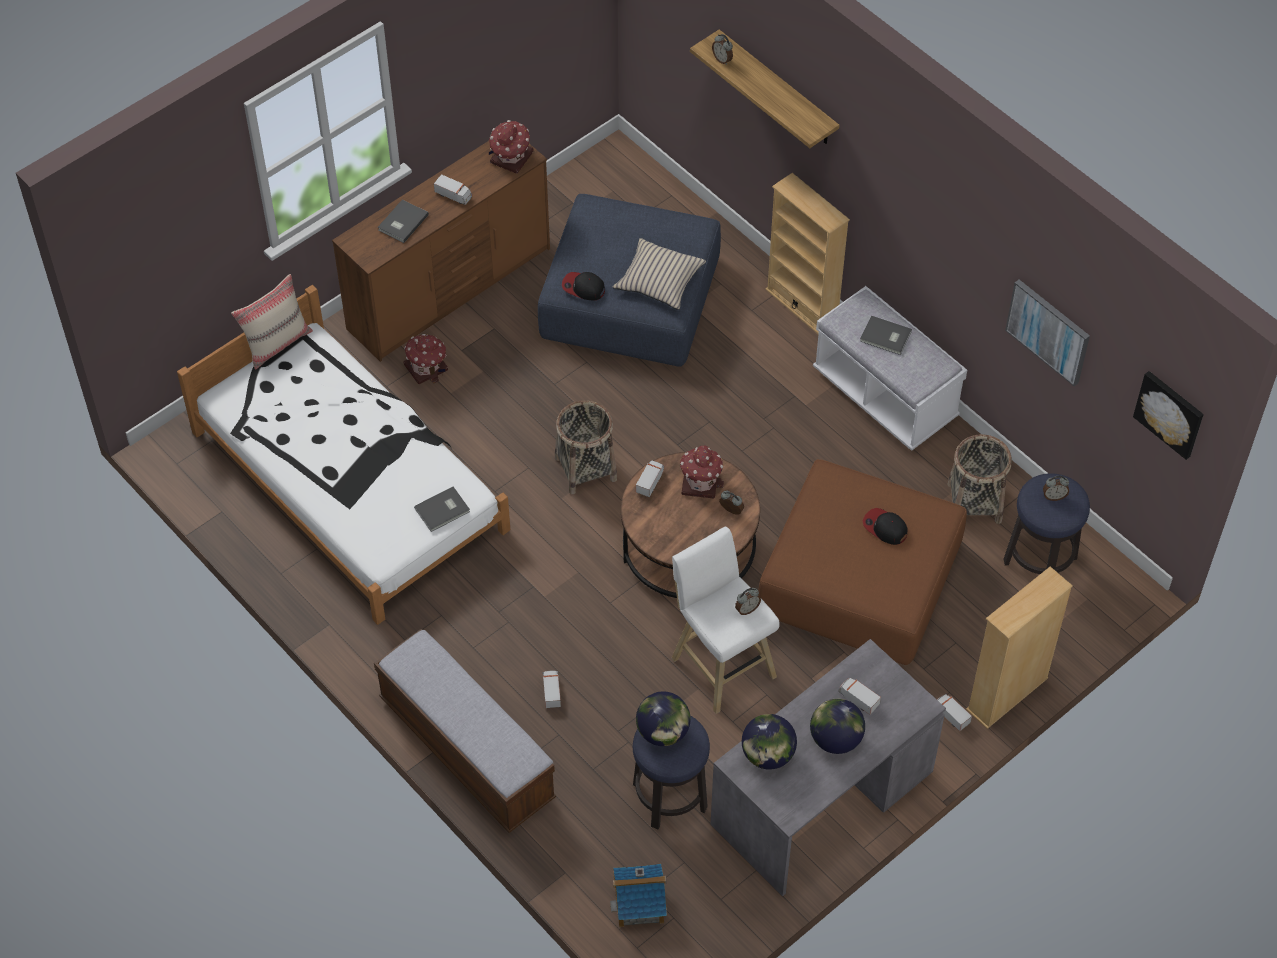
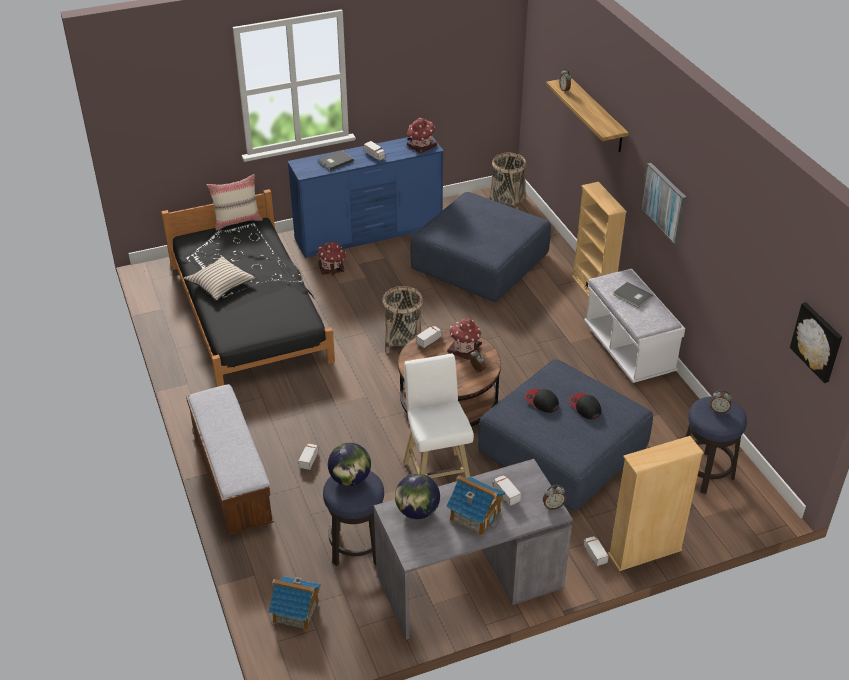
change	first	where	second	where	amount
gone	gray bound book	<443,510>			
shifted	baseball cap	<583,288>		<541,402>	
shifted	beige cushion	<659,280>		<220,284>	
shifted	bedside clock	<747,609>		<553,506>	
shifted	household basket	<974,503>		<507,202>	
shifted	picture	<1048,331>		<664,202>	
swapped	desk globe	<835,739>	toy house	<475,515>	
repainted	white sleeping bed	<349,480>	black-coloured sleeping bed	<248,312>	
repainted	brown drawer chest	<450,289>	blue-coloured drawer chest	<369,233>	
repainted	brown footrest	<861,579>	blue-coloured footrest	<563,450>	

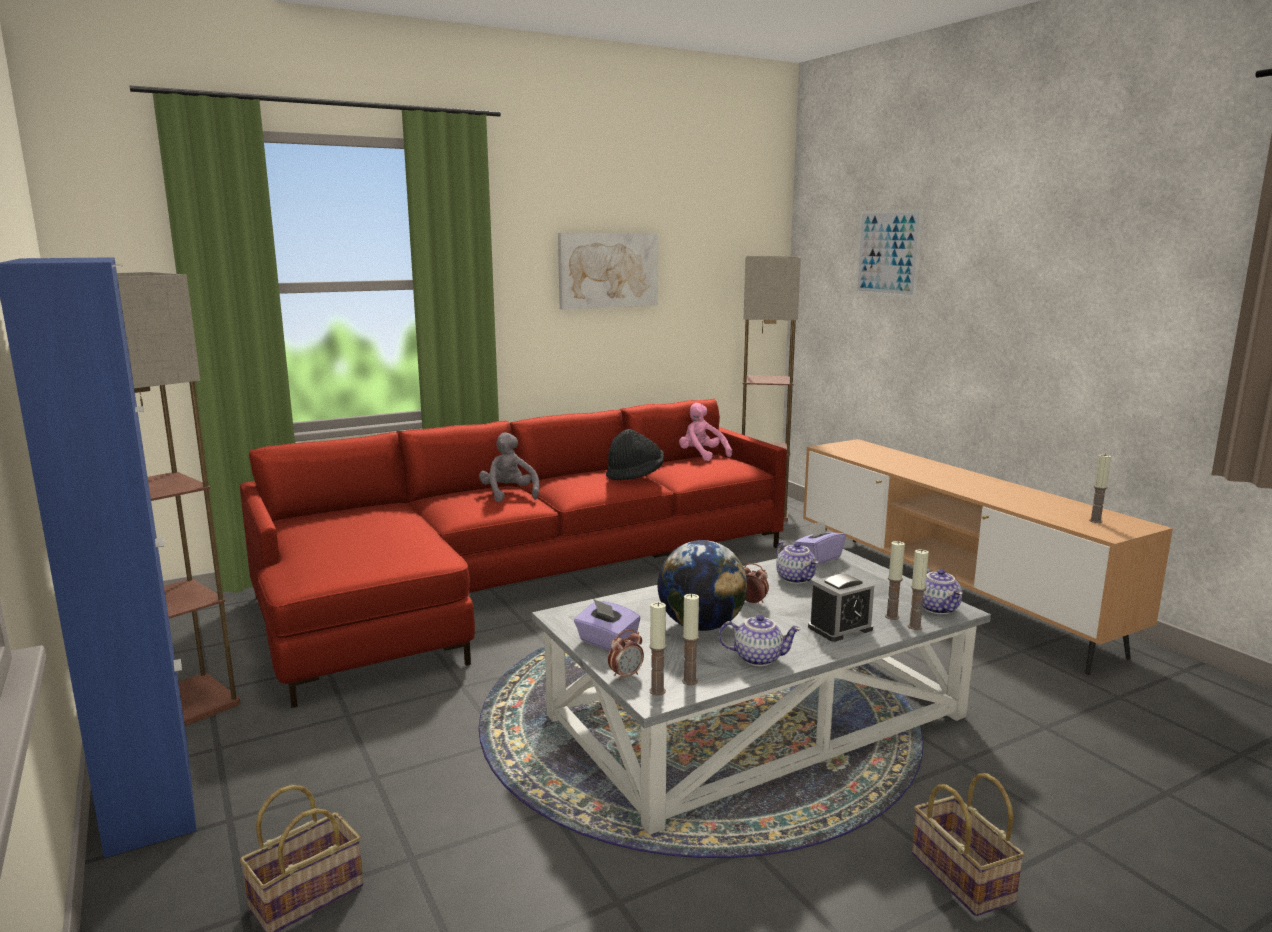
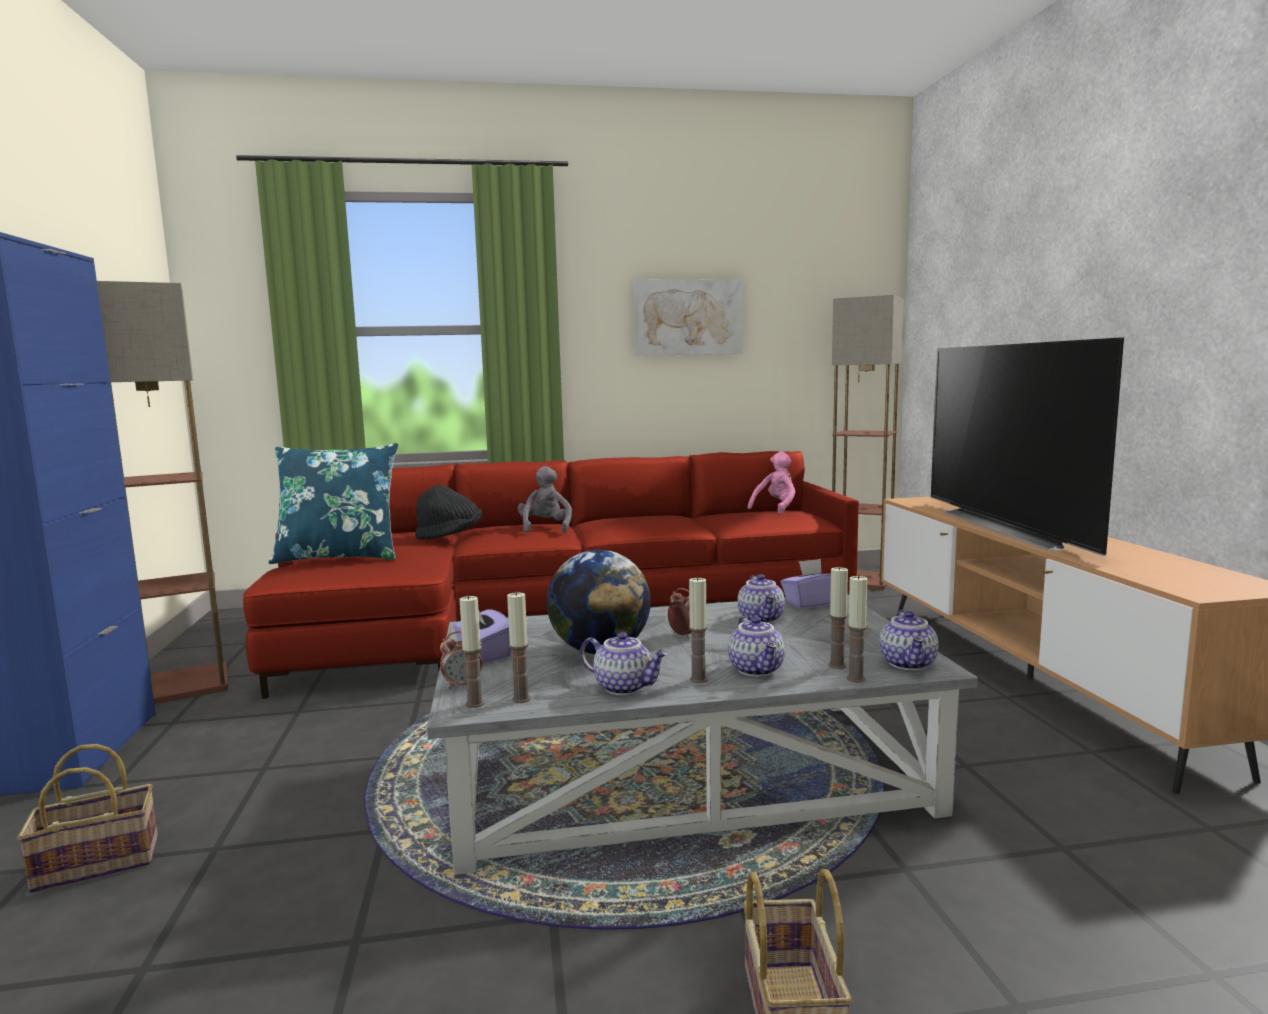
change	first	where	second	where	amount
gone	picture	<887,253>			
new			blue-coloured cushion	<339,557>	
new			TV	<1013,527>	
shifted	black-coloured clothing hat	<635,475>		<450,536>	
shifted	candle	<1095,521>		<698,679>	
swapped	bedside clock	<840,628>	teapot	<757,670>	
rotated	pink cuddly toy	<701,455>		<775,508>	60 degrees clockwise

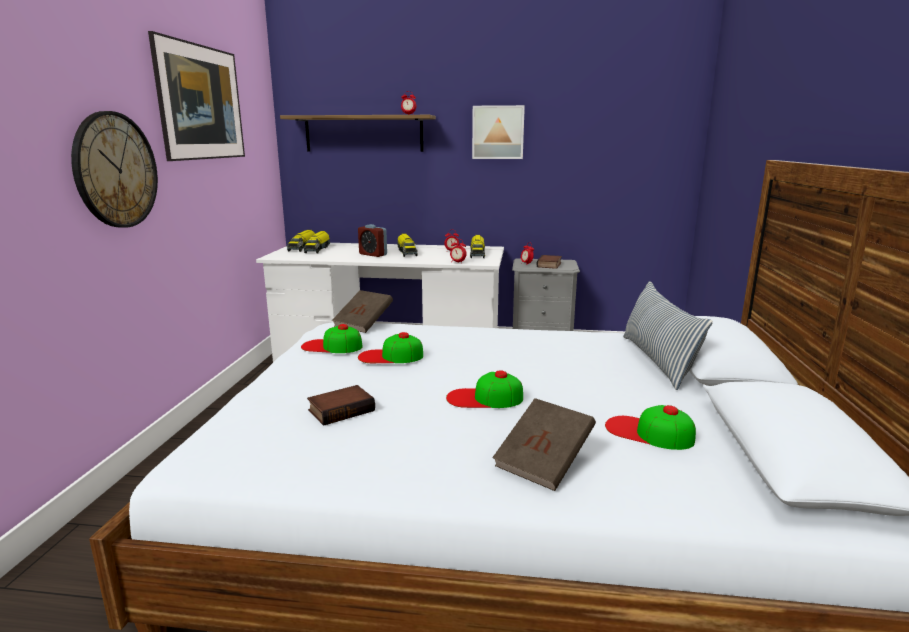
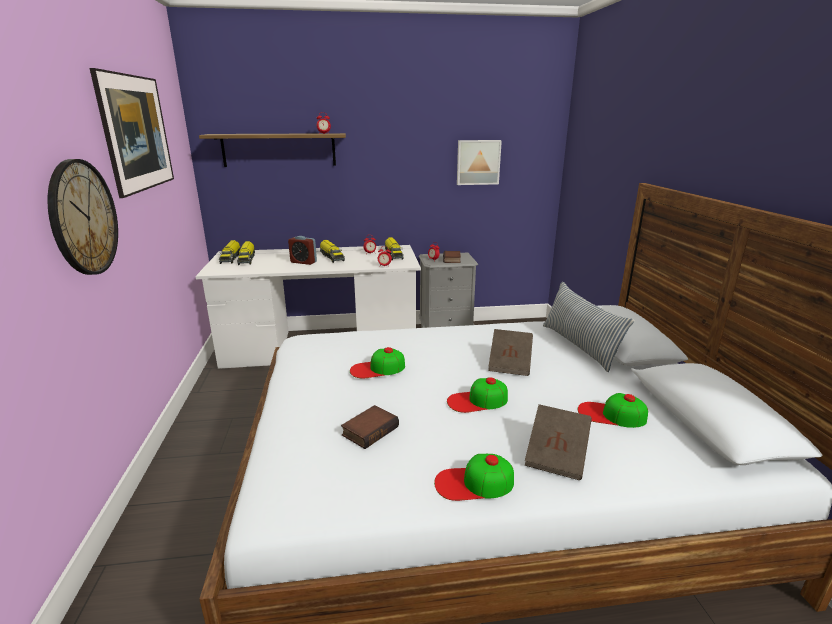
change	first	where	second	where	amount
shifted	baseball cap	<331,346>		<474,483>	
shifted	brown bound book	<363,324>		<510,363>	
shifted	picture	<498,132>		<478,162>	

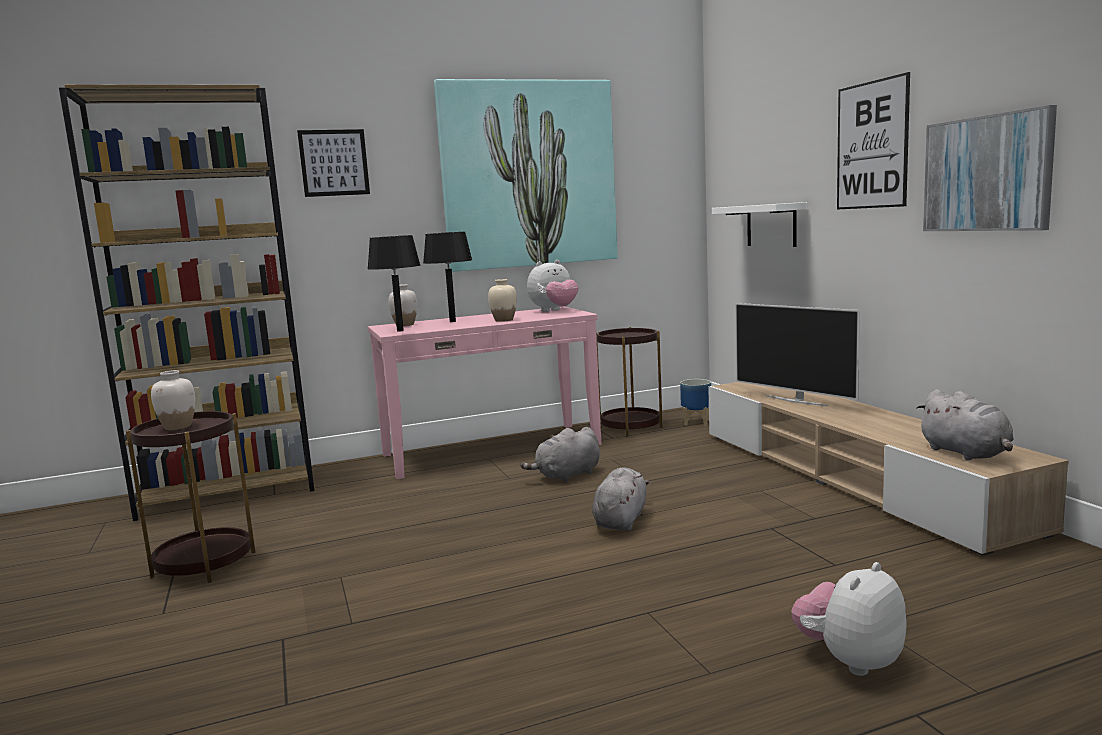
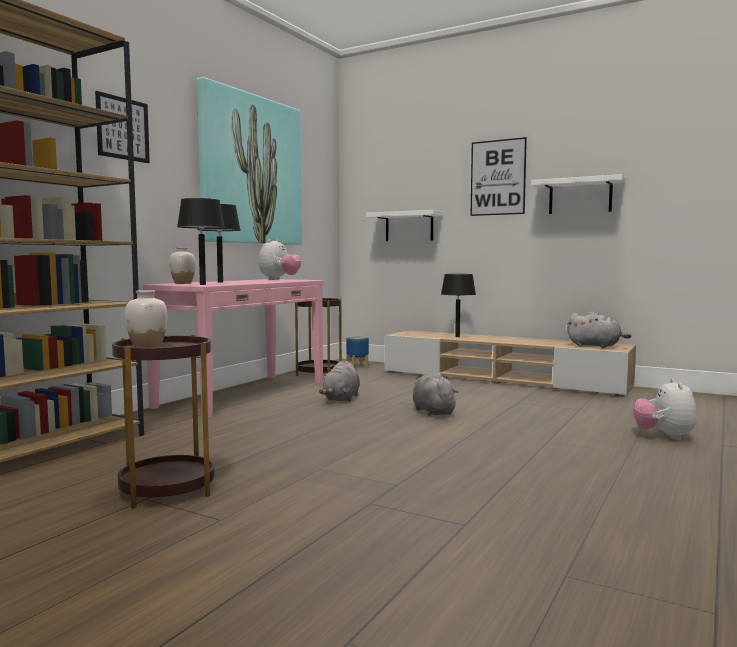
change	first	where	second	where	amount
gone	beige vase	<504,320>			
swapped	TV	<796,400>	black-coloured lamp for a table	<457,337>	
swapped	picture	<987,174>	white wall shelf	<580,196>	

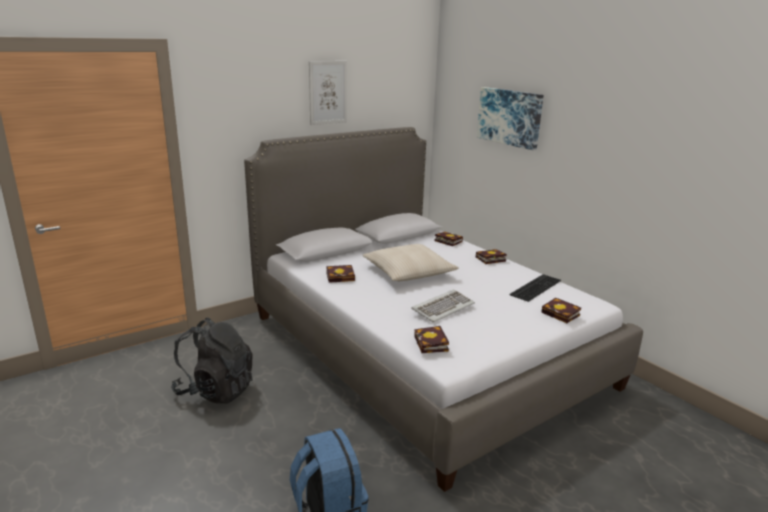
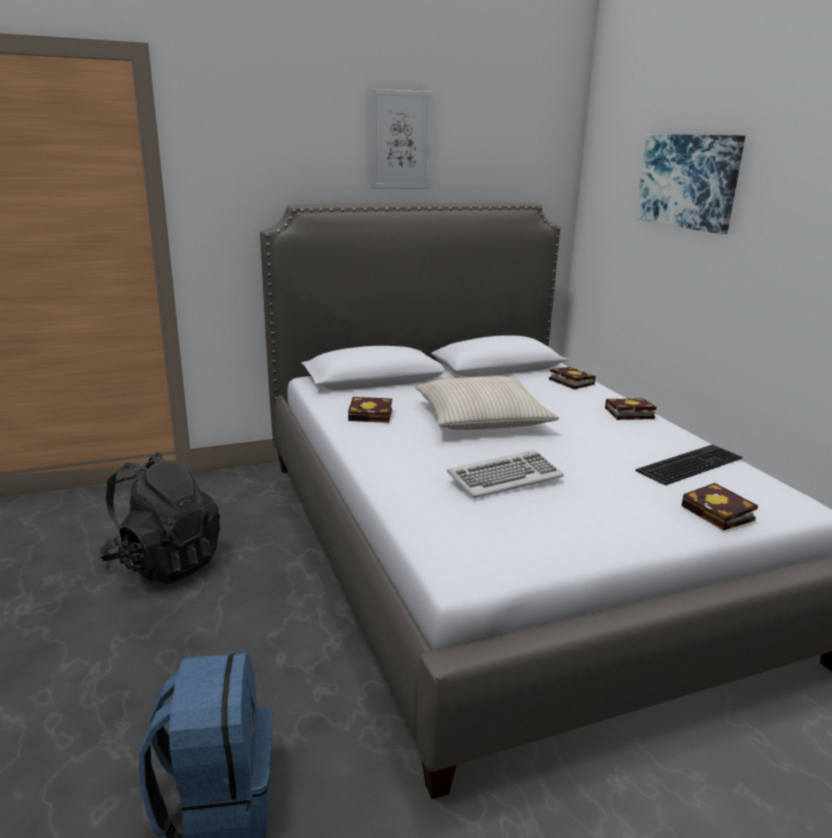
change	first	where	second	where	amount
gone	bound book	<432,344>			

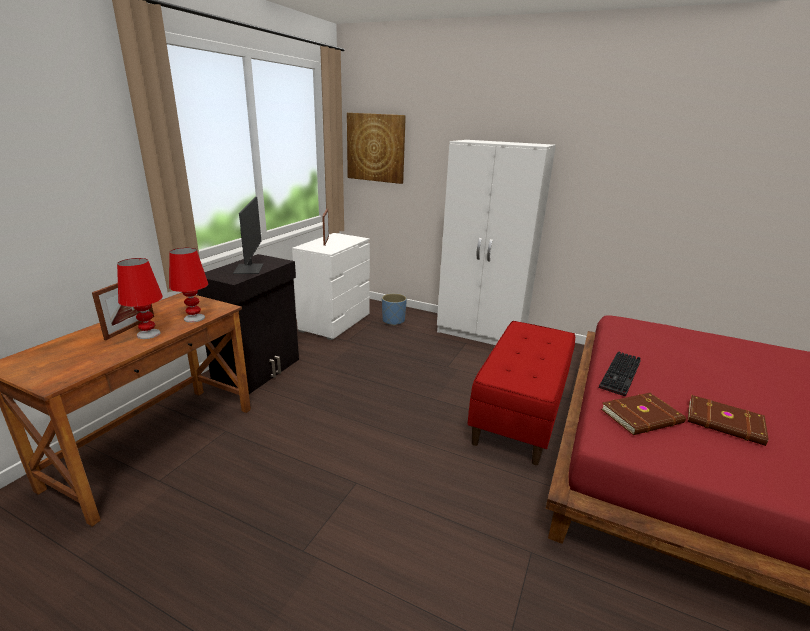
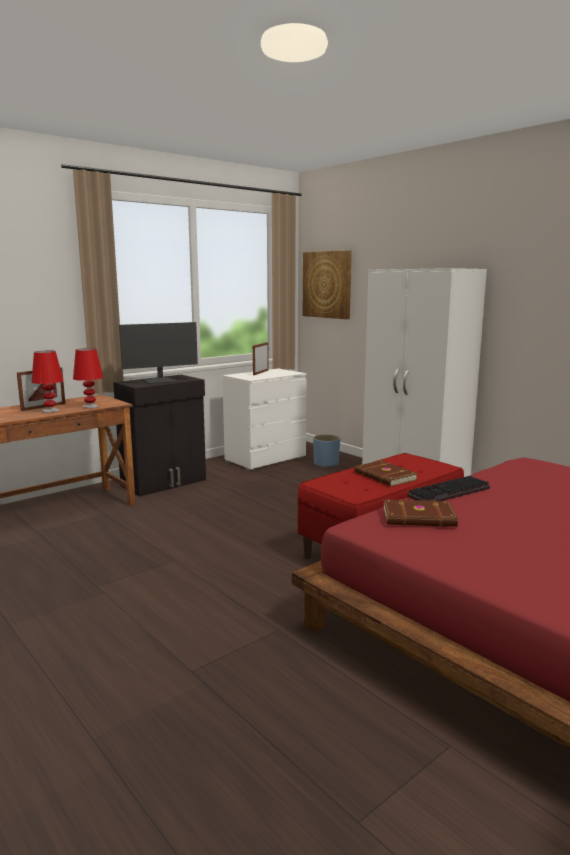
change	first	where	second	where	amount
shifted	brown bound book	<725,423>		<384,476>	
rotated	monitor	<250,269>		<160,381>	45 degrees clockwise

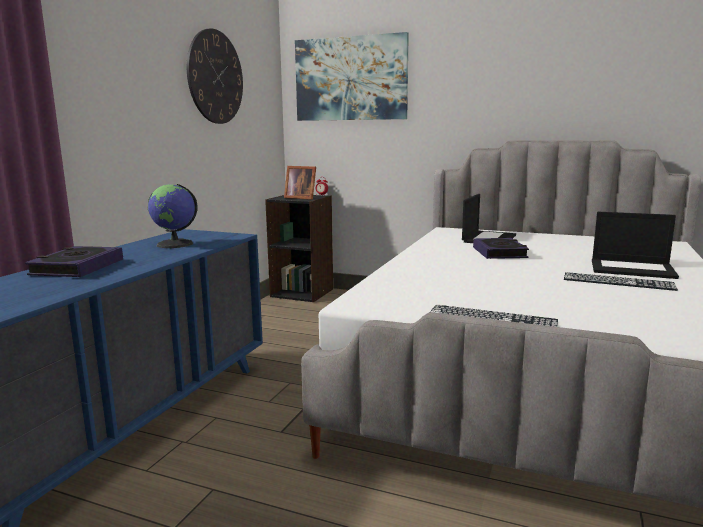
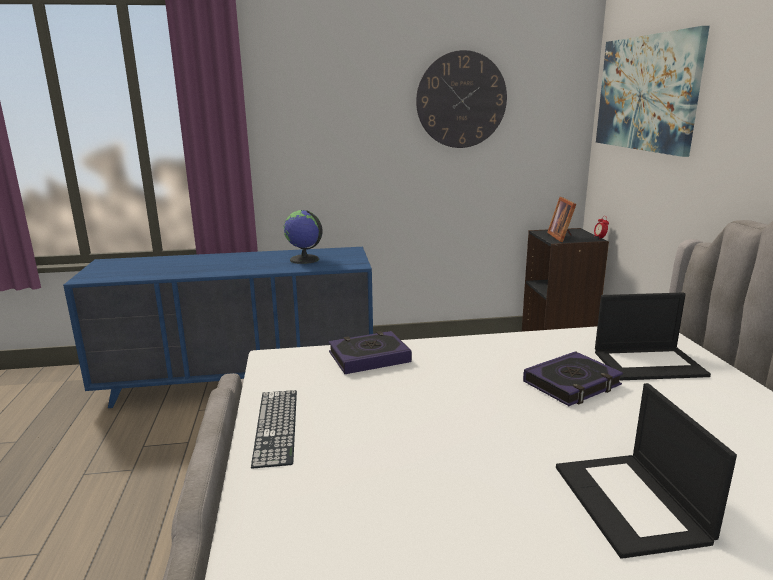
change	first	where	second	where	amount
gone	computer keyboard	<618,281>			
shifted	bound book	<77,267>		<369,357>	

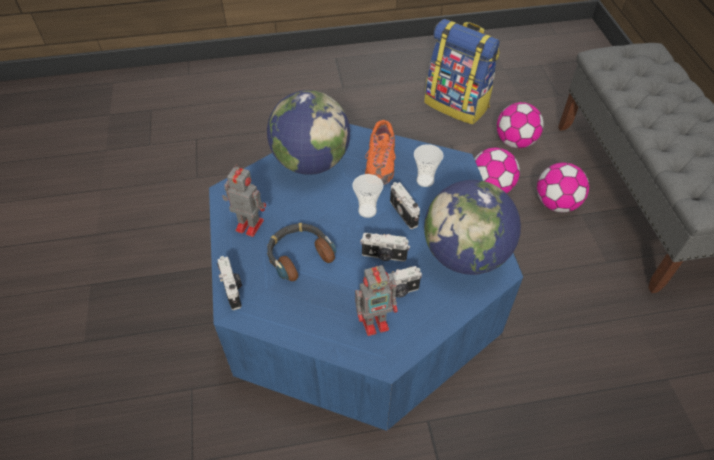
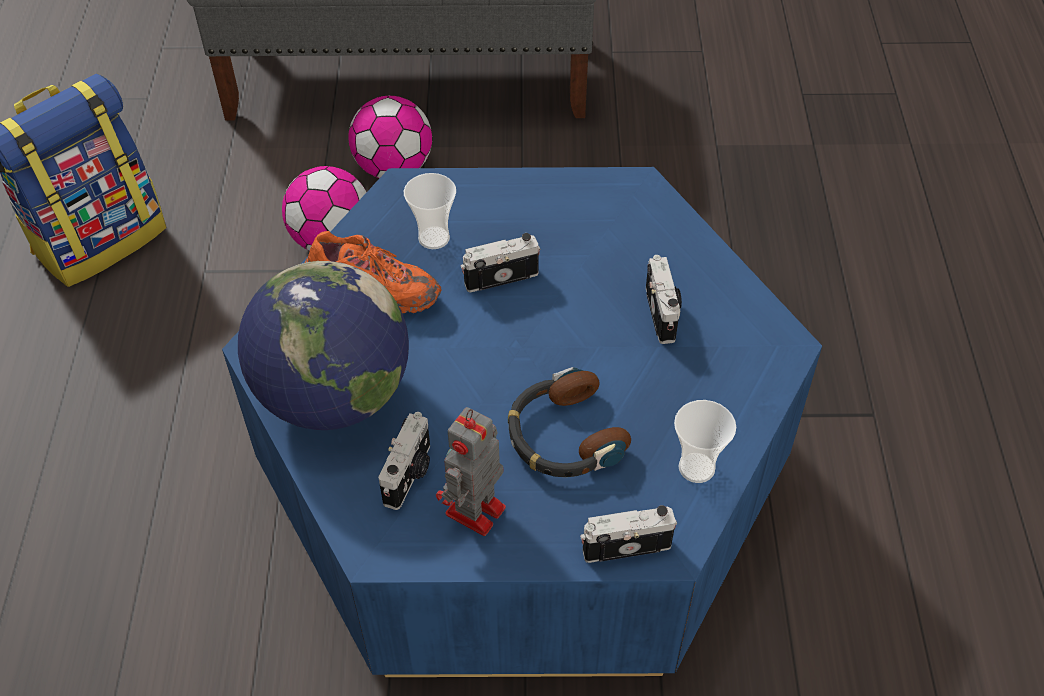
change	first	where	second	where	amount
gone	toy robot	<376,321>			
gone	desk globe	<465,255>			
gone	football	<515,142>			
shifted	small cup	<367,211>		<696,467>	
shifted	still camera	<384,256>		<410,474>	

